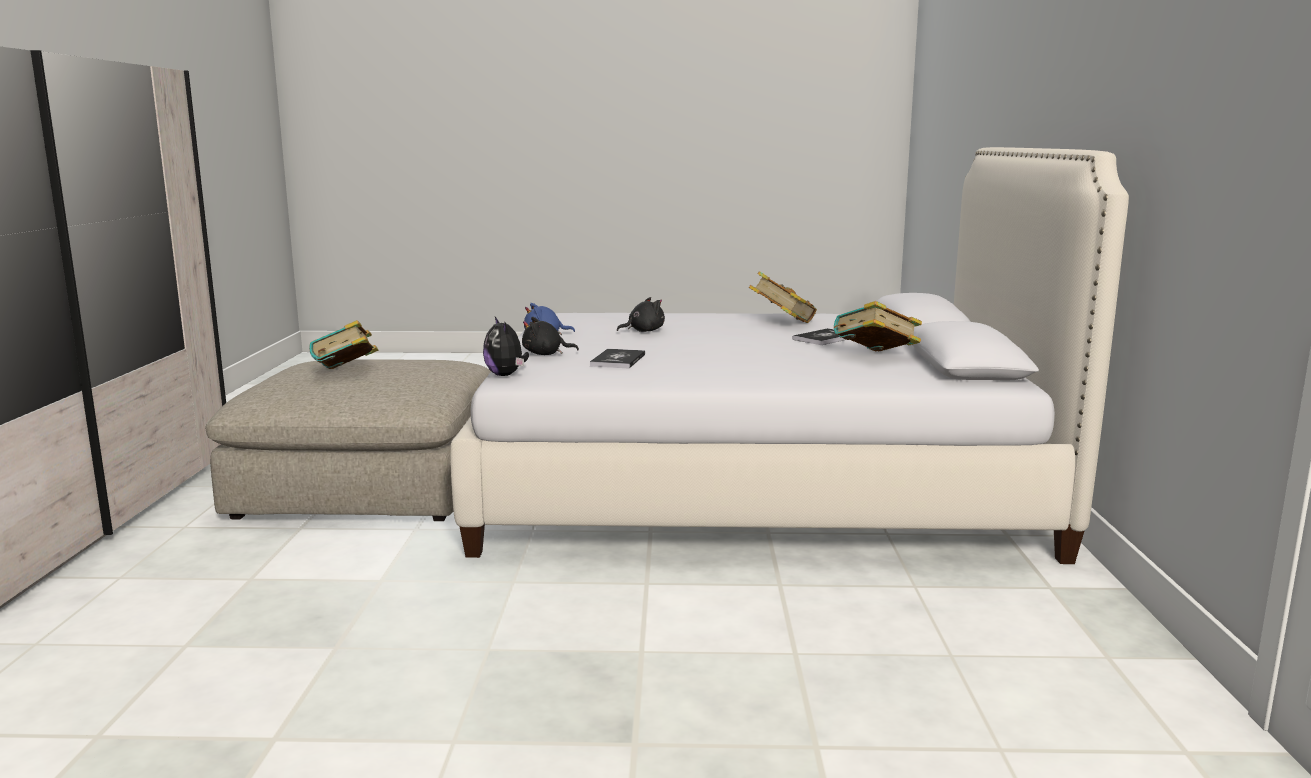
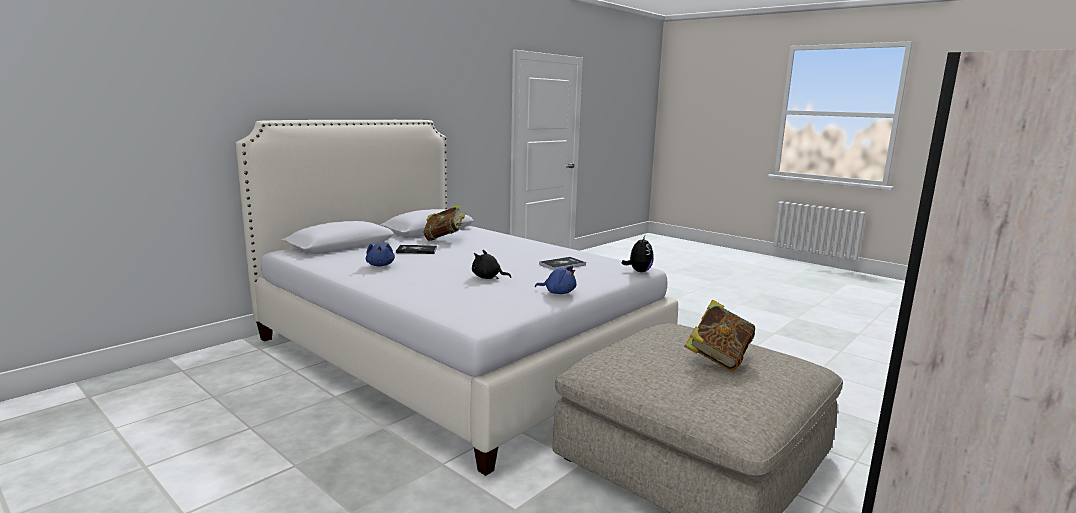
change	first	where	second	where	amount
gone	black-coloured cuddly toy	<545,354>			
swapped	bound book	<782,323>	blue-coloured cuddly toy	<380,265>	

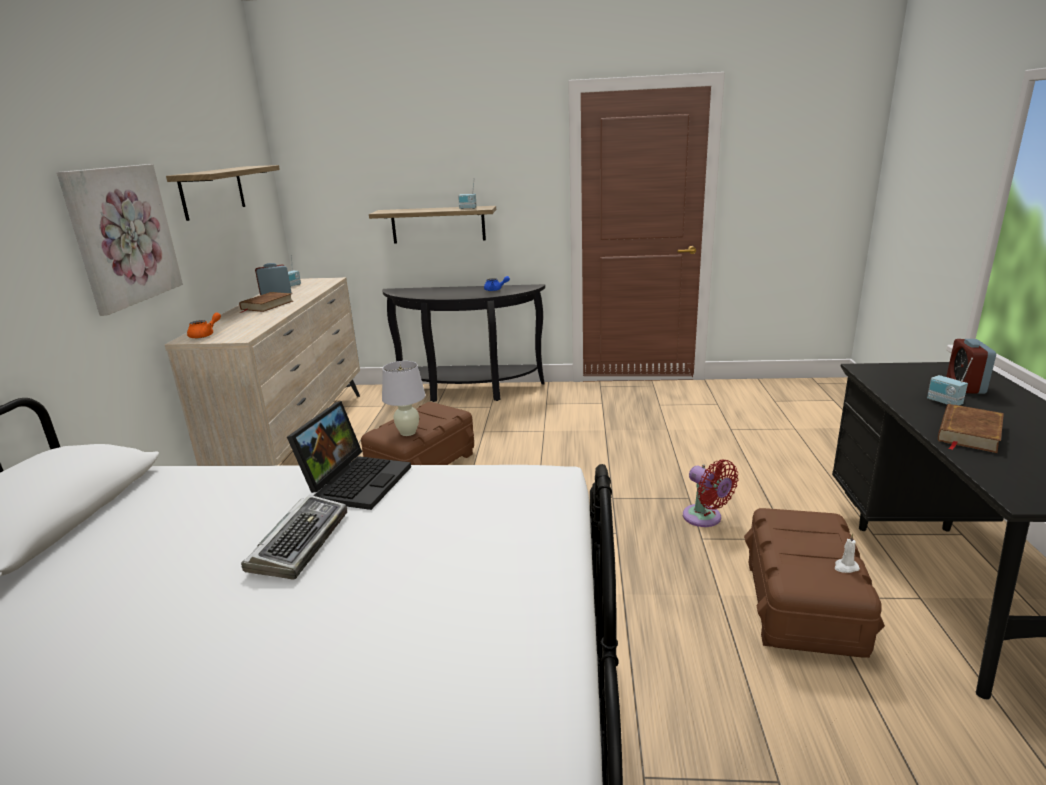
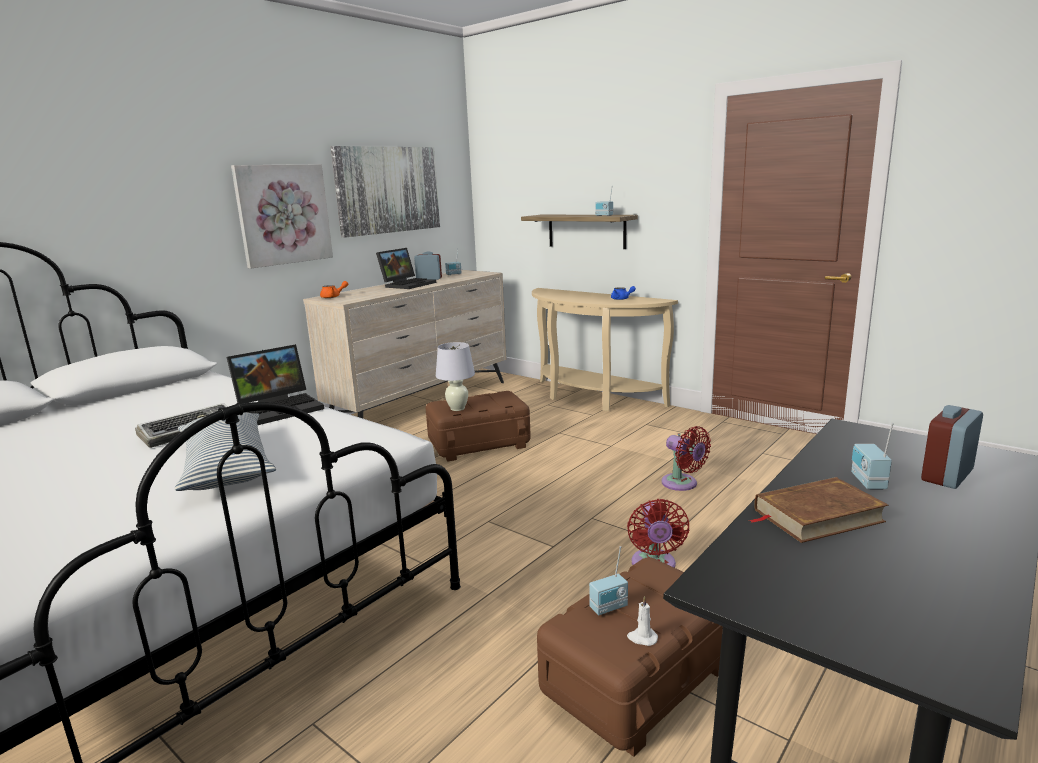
change	first	where	second	where	amount
new			cushion	<226,465>	
new			radio set	<609,608>	
new			red fan	<682,484>	
swapped	wall shelf	<213,192>	picture	<388,190>	
swapped	brown bound book	<267,305>	laptop	<408,284>	
repainted	black-coloured console table	<468,391>	beige console table	<590,398>	

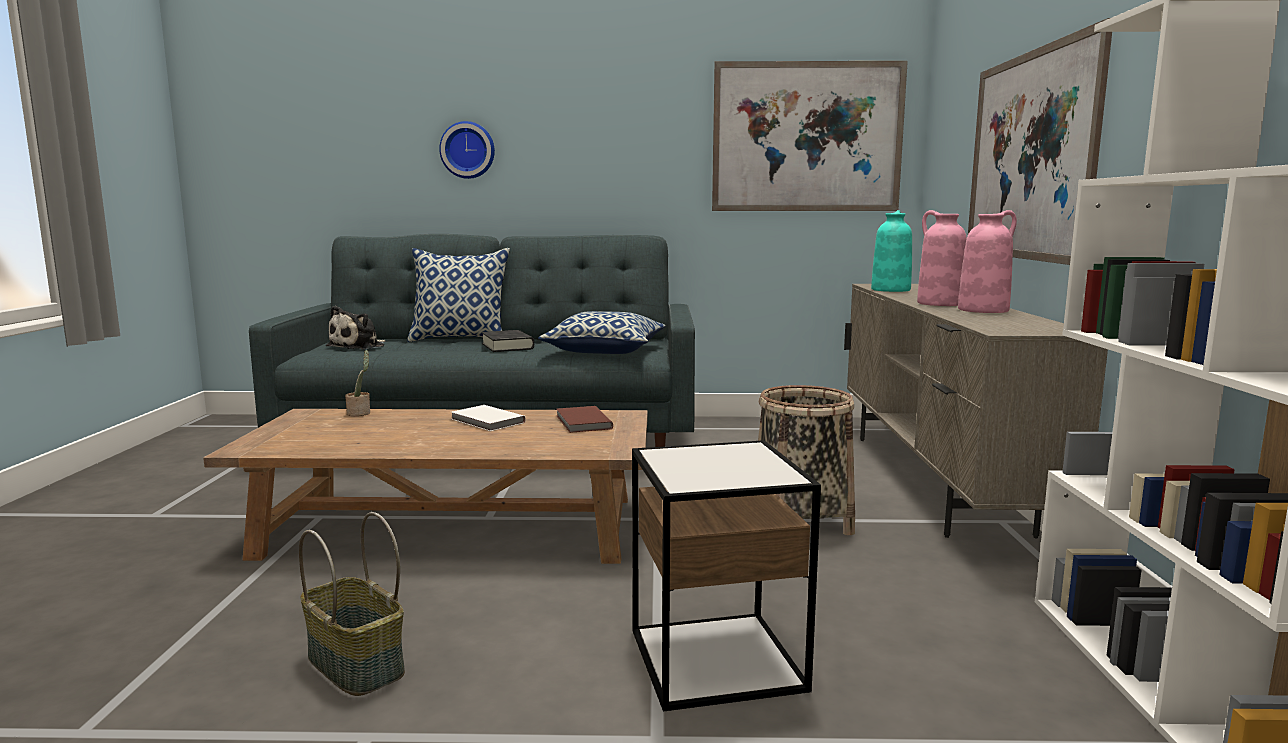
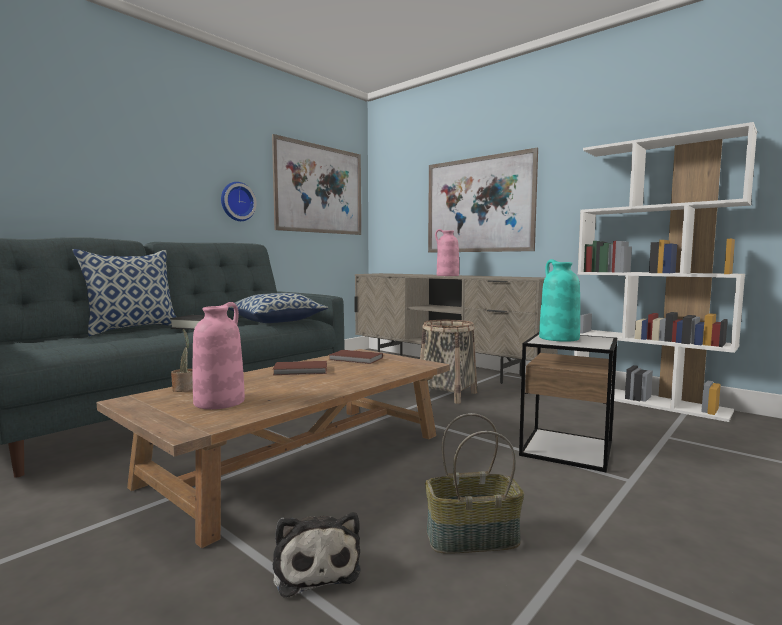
change	first	where	second	where	amount
shifted	cuddly toy	<359,346>		<315,567>	
shifted	clock on the wall	<468,150>		<237,201>	
shifted	turquoise-coloured vase	<890,290>		<558,338>	
shifted	pink vase	<983,310>		<219,402>	
repainted	white bound book	<487,421>	brown bound book	<301,370>	

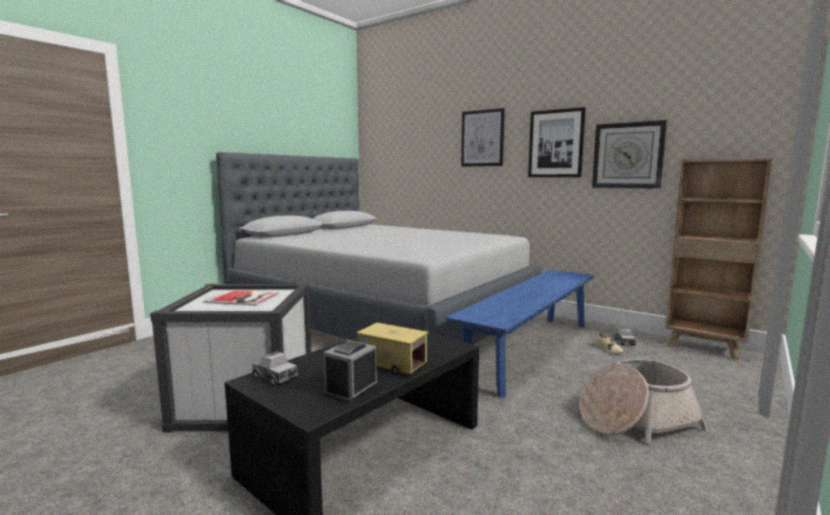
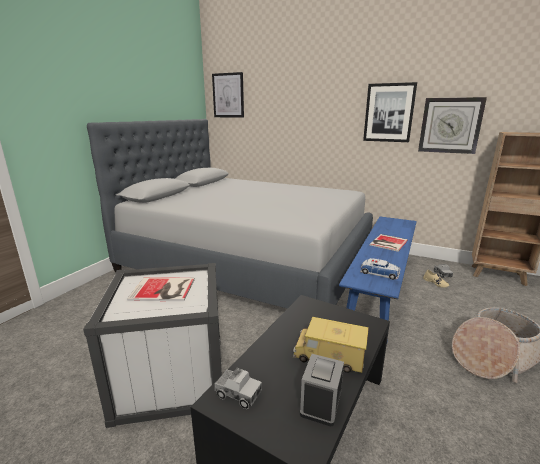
change	first	where	second	where	amount
new			model car	<379,273>	
new			bound book	<387,243>	
shifted	picture	<482,138>		<228,95>	

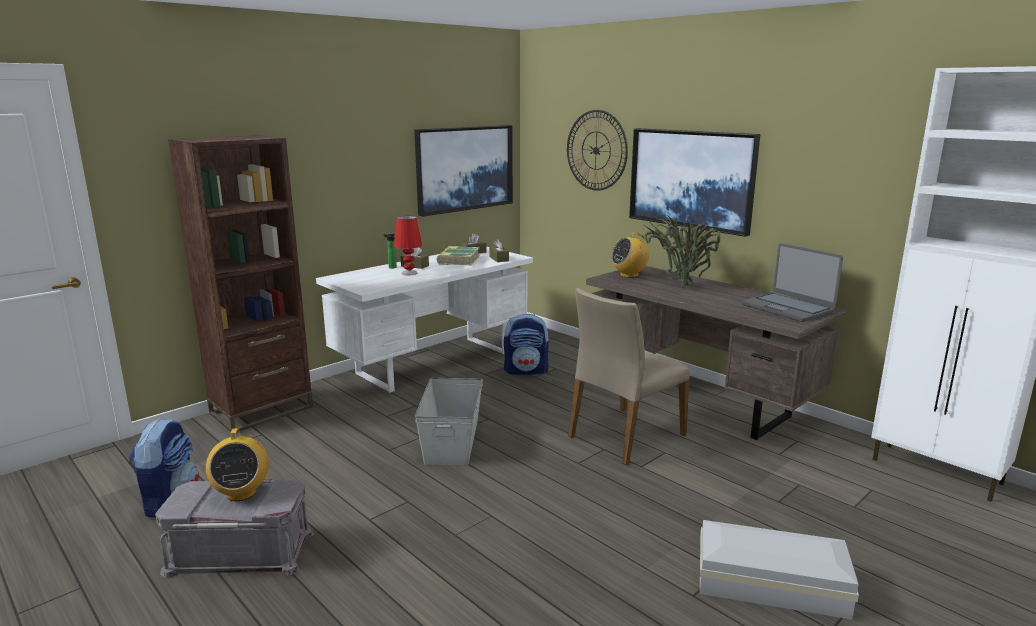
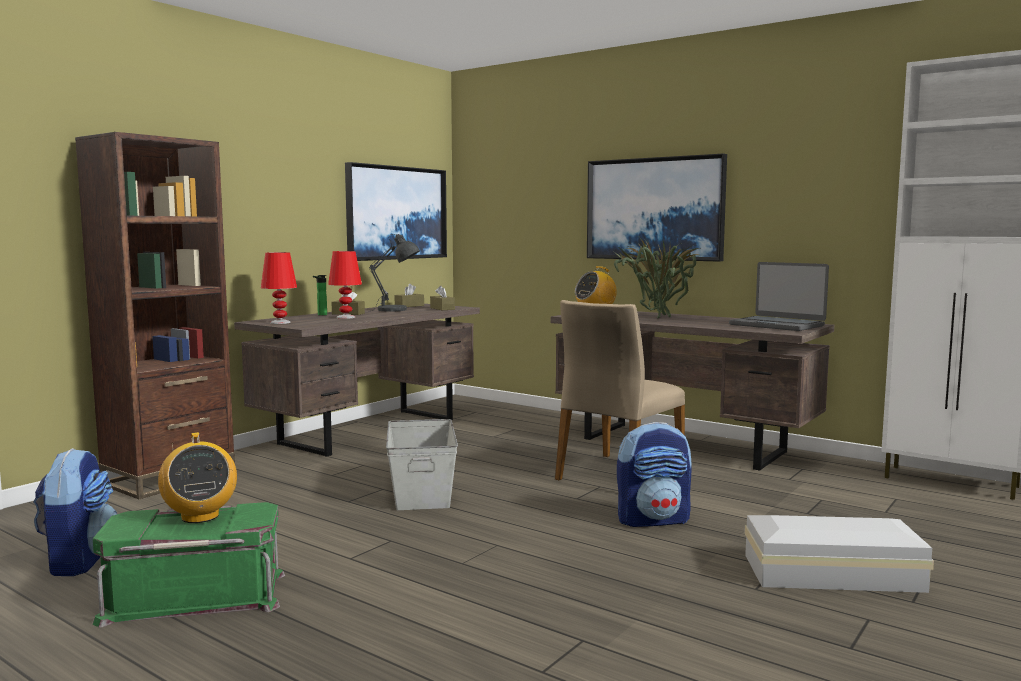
change	first	where	second	where	amount
gone	clock on the wall	<596,150>			
new			red lamp for a table	<280,322>	
shifted	rucksack	<526,370>		<653,520>	
swapped	bound book	<458,260>	gray lamp for a table	<396,310>	
repainted	gray storage bin	<241,551>	green-coloured storage bin	<195,596>	
repainted	white desk table	<434,362>	brown desk table	<370,431>	

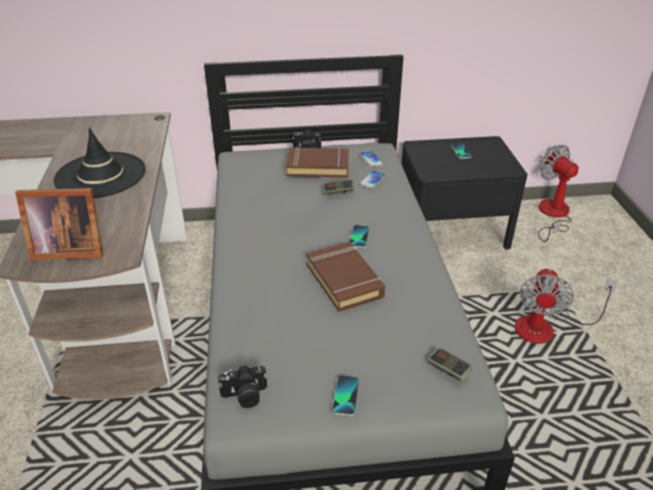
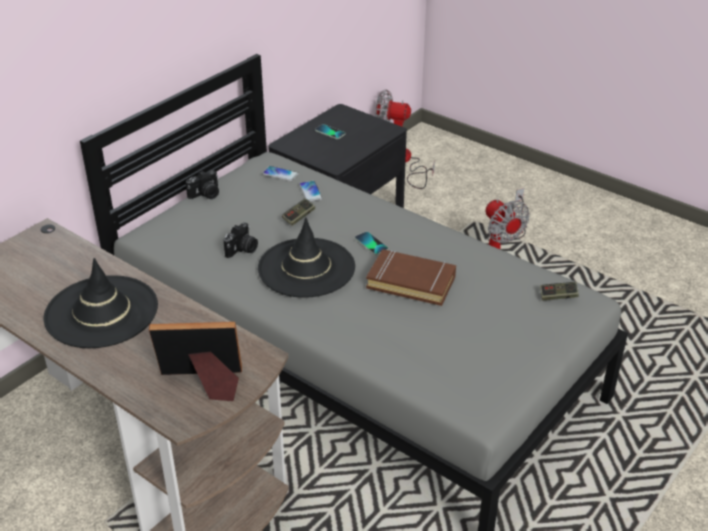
change	first	where	second	where	amount
gone	brown bound book	<318,167>			
gone	handset	<345,396>			
new			black-coloured clothing hat	<306,268>	
shifted	still camera	<245,396>		<242,250>	
rotated	standing frame	<68,249>		<204,383>	135 degrees counterclockwise

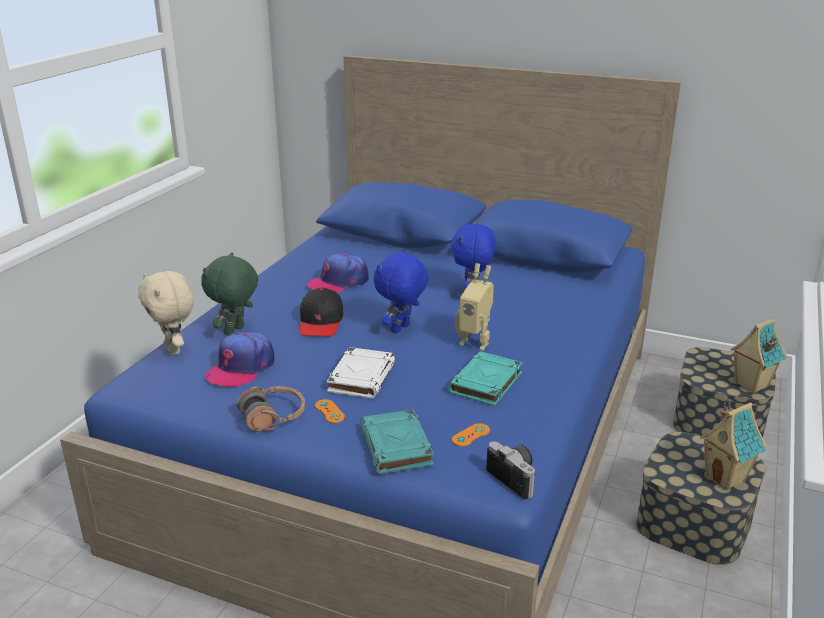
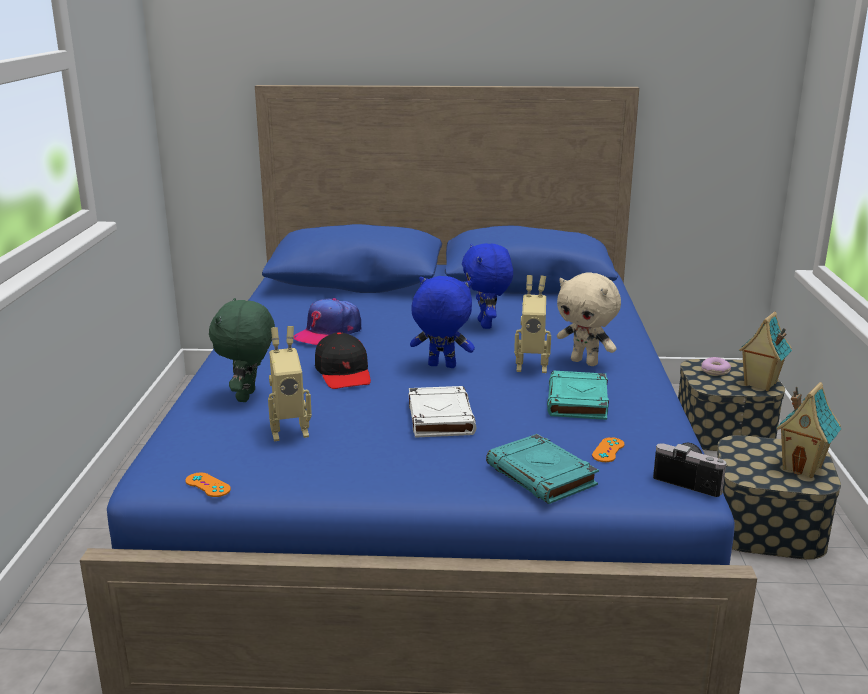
change	first	where	second	where	amount
gone	headset	<273,417>			
new			doughnut	<715,371>	
shifted	beige cuddly toy	<174,349>		<585,362>	
shifted	orangey joypad	<329,411>		<208,485>	
swapped	baseball cap	<241,368>	toy robot	<289,431>	
rotated	blue-coloured cuddly toy	<401,329>		<441,366>	90 degrees clockwise

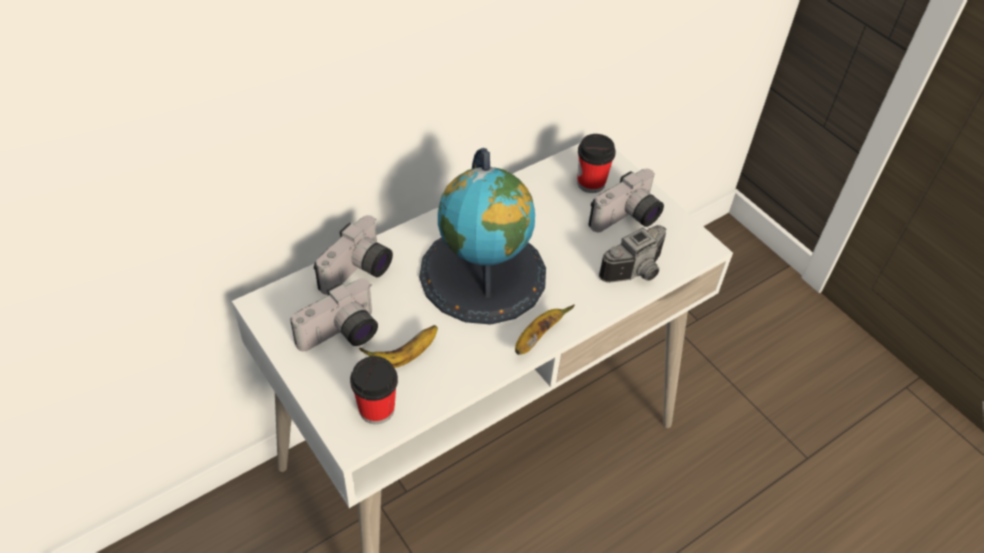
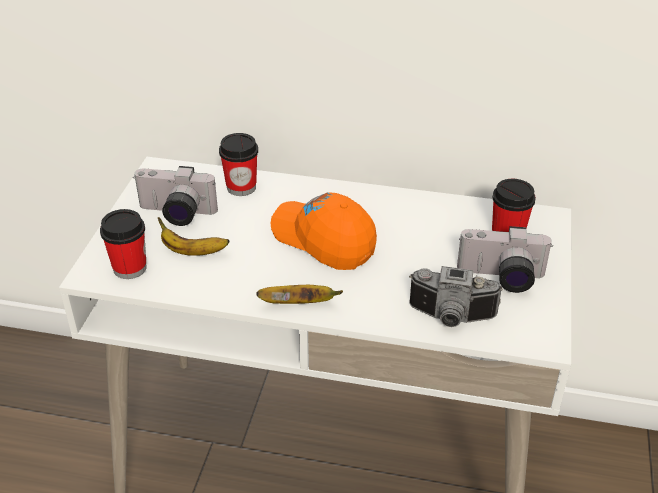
change	first	where	second	where	amount
swapped	still camera	<359,273>	small cup	<241,187>	
swapped	desk globe	<483,274>	orangey baseball cap	<324,240>	

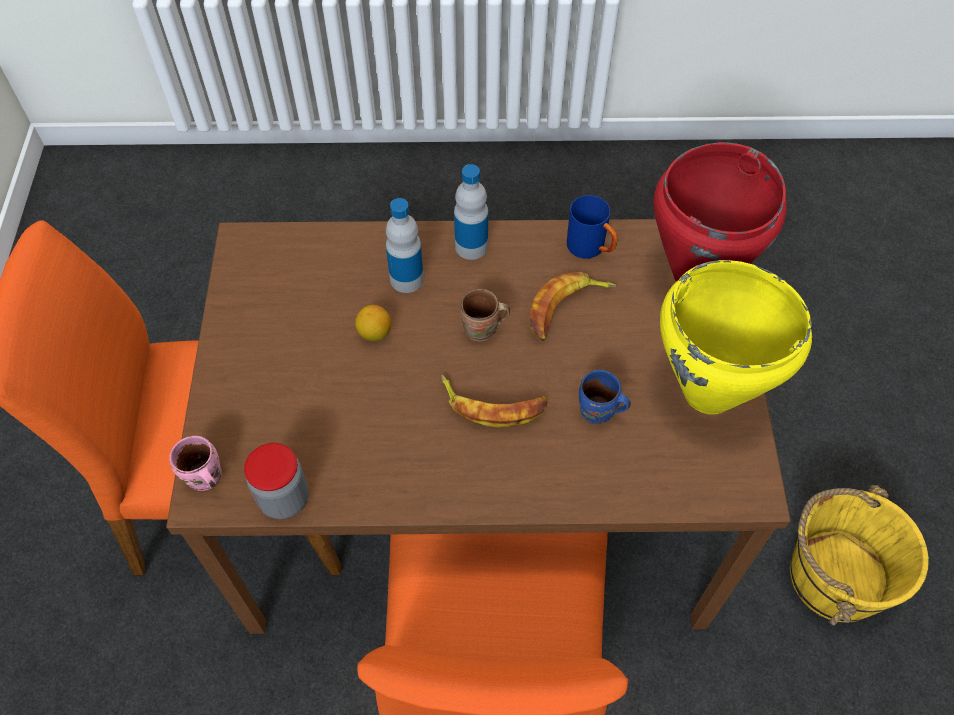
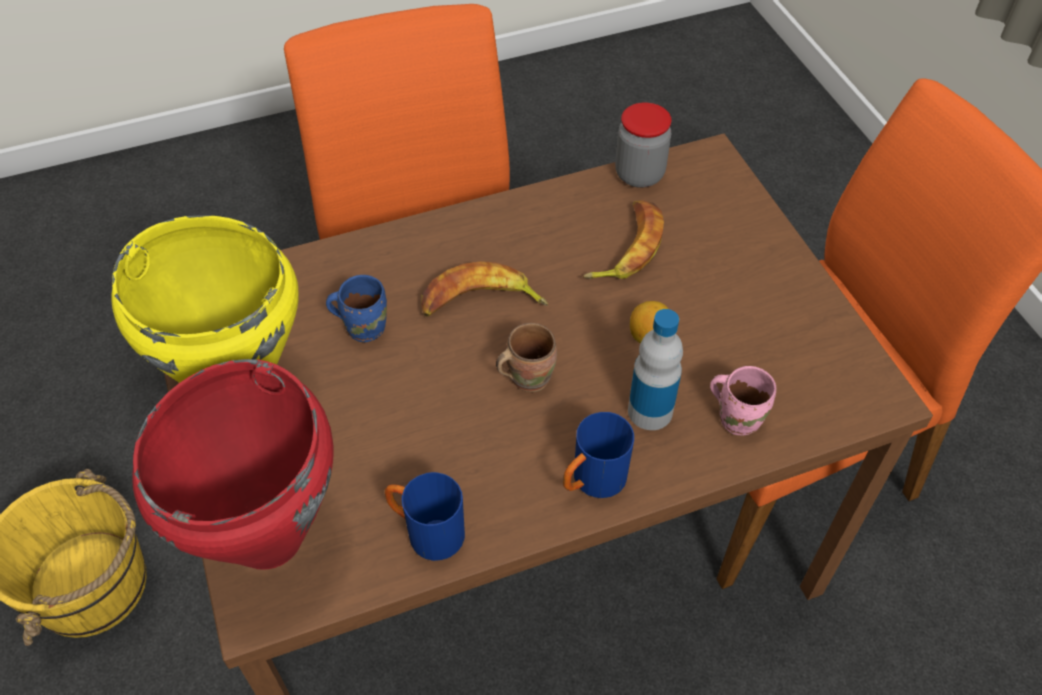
change	first	where	second	where	amount
shifted	pink mug	<203,479>		<738,416>	
shifted	banana	<566,309>		<626,247>	
swapped	drink bottle	<471,246>	blue-coloured mug	<592,482>	

